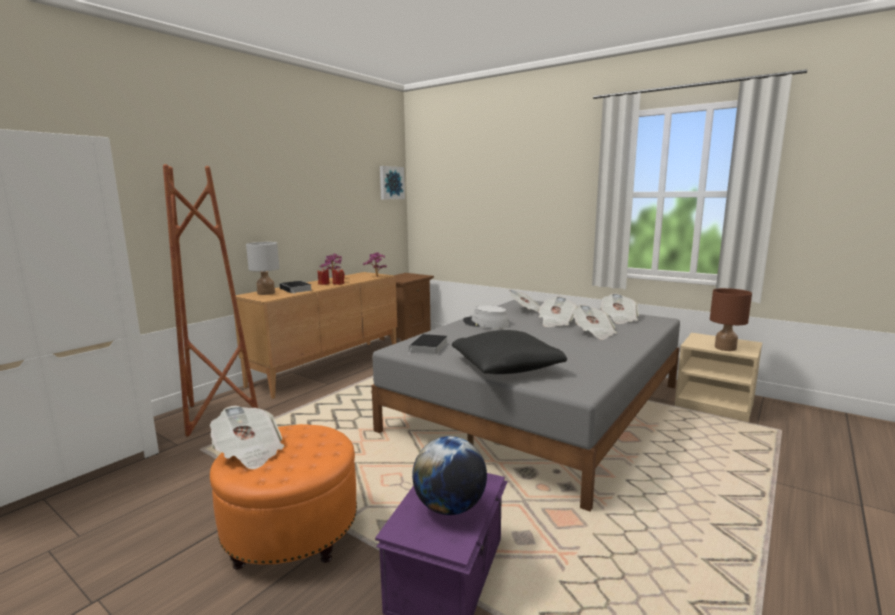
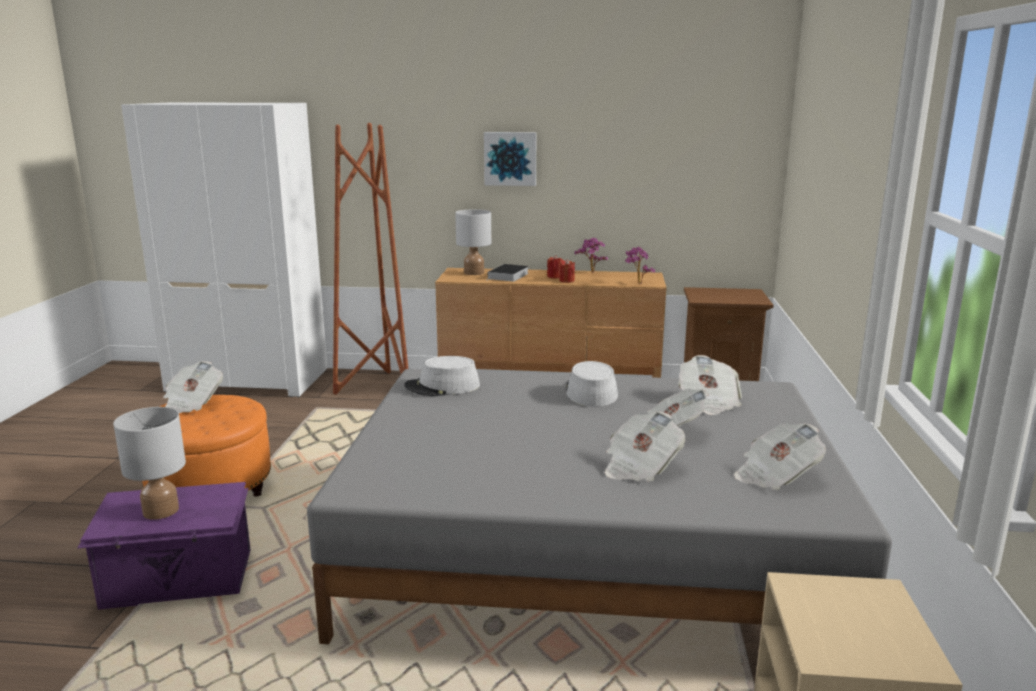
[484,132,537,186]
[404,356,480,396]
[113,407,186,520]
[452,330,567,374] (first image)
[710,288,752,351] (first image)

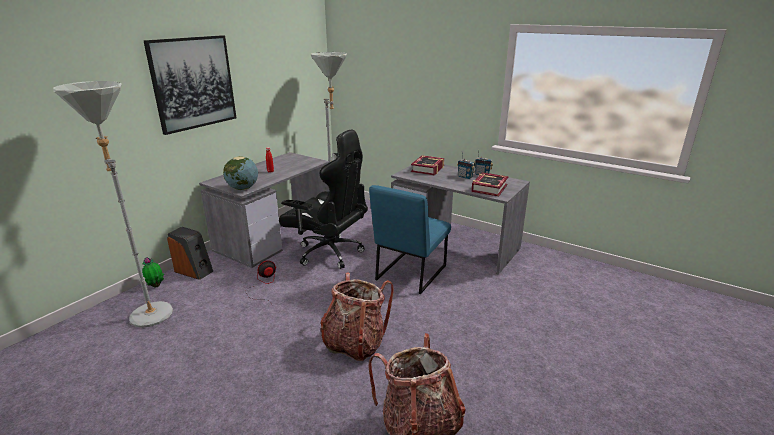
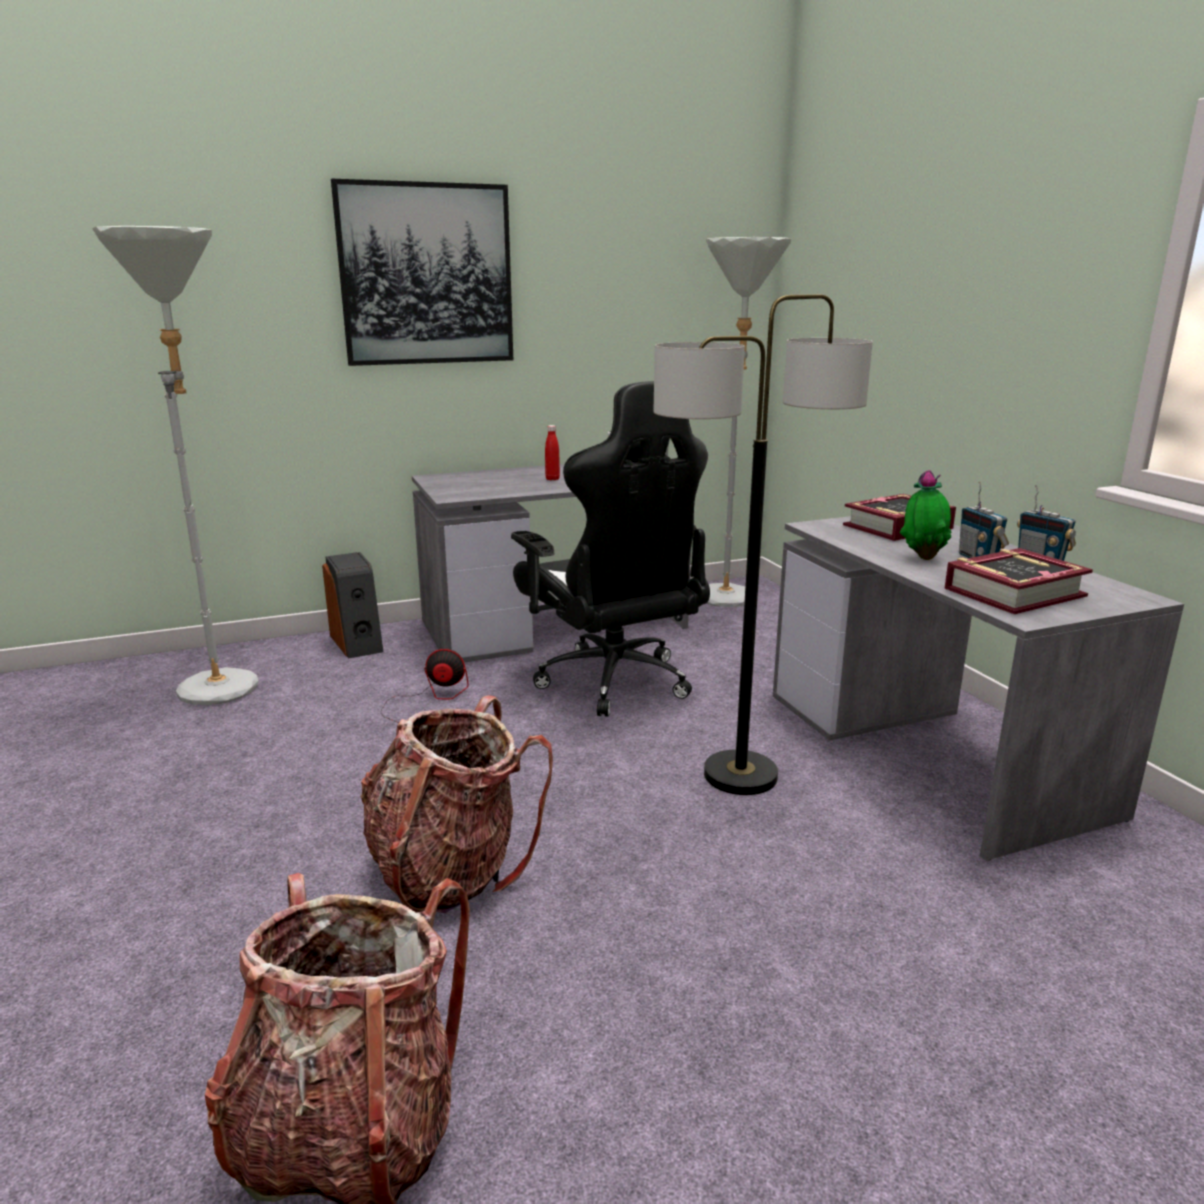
[899,470,951,560]
[223,156,258,190] (first image)
[653,294,873,795]

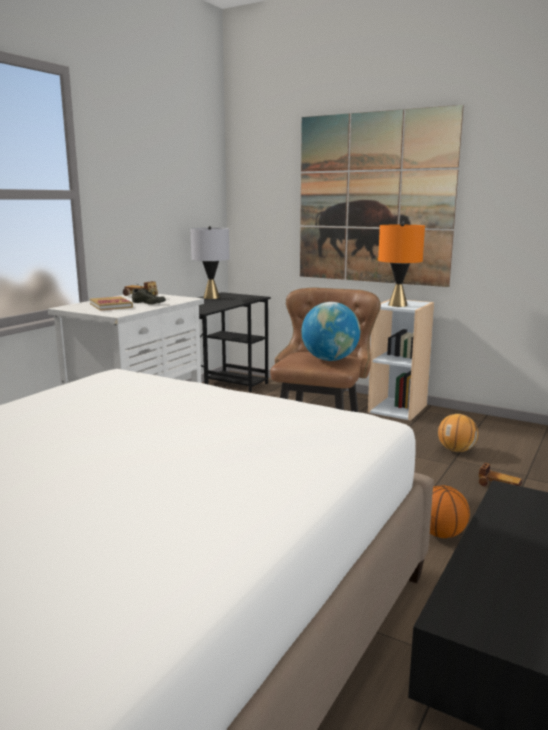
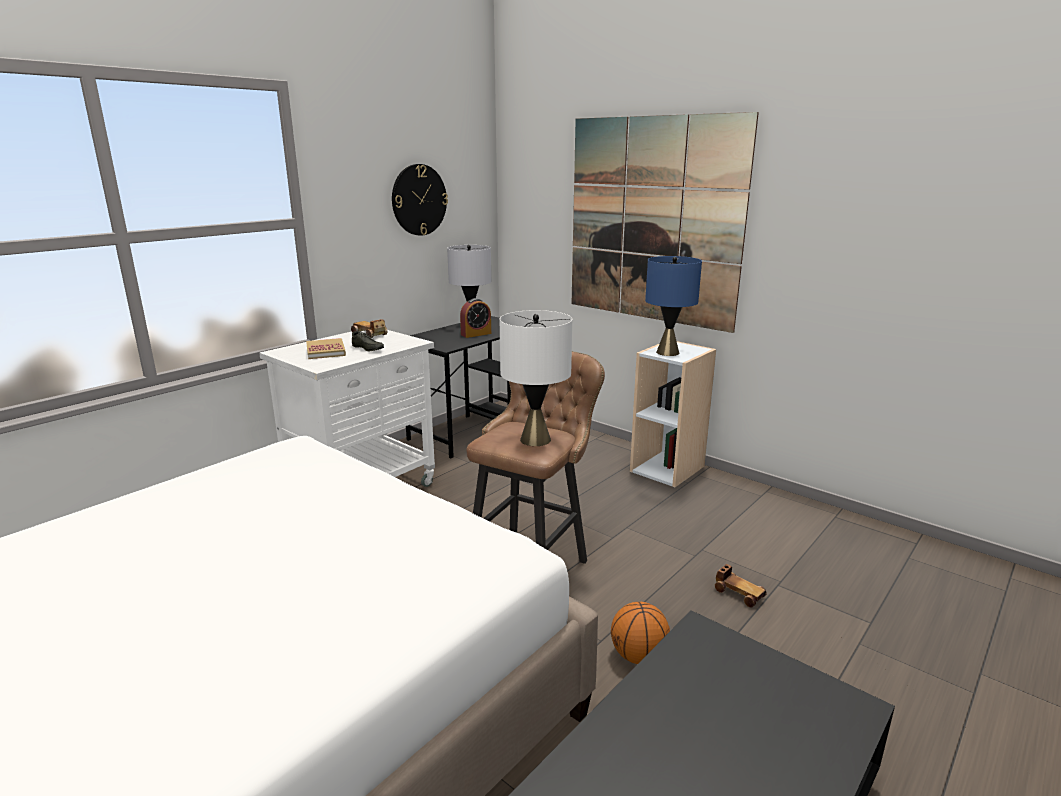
[500,310,572,446]
[645,256,702,356]
[438,414,478,452] (first image)
[392,164,448,236]
[460,298,491,338]

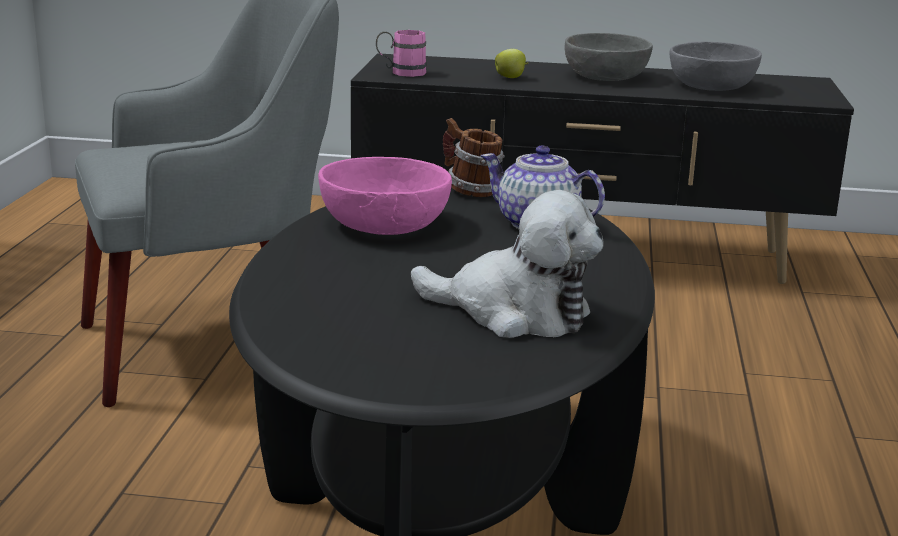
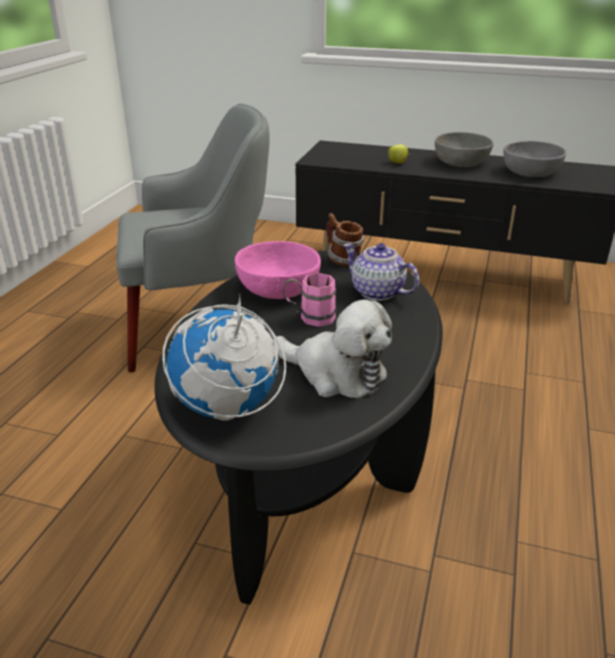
[283,273,336,327]
[162,295,286,421]

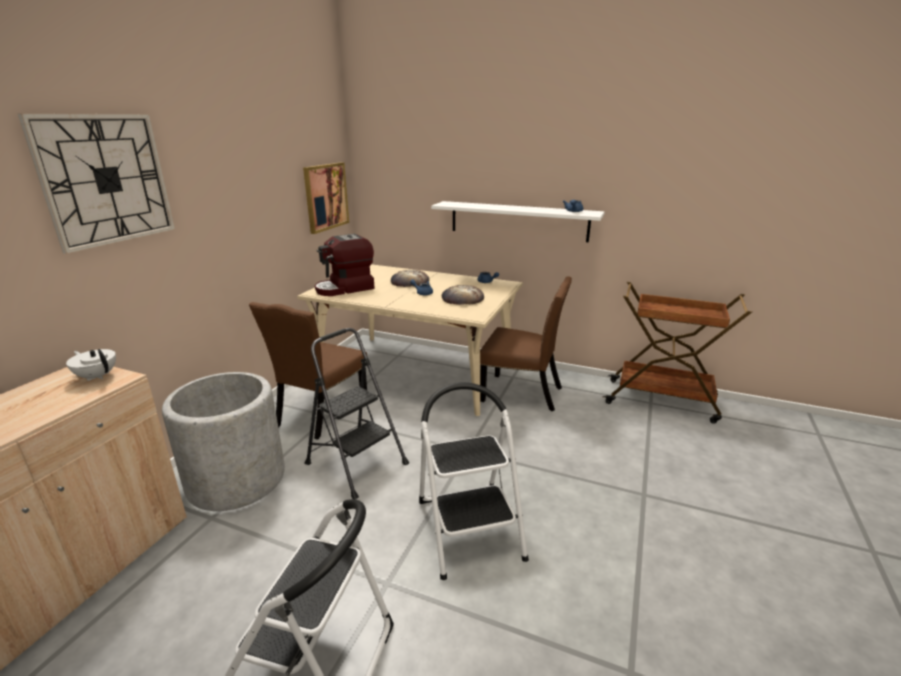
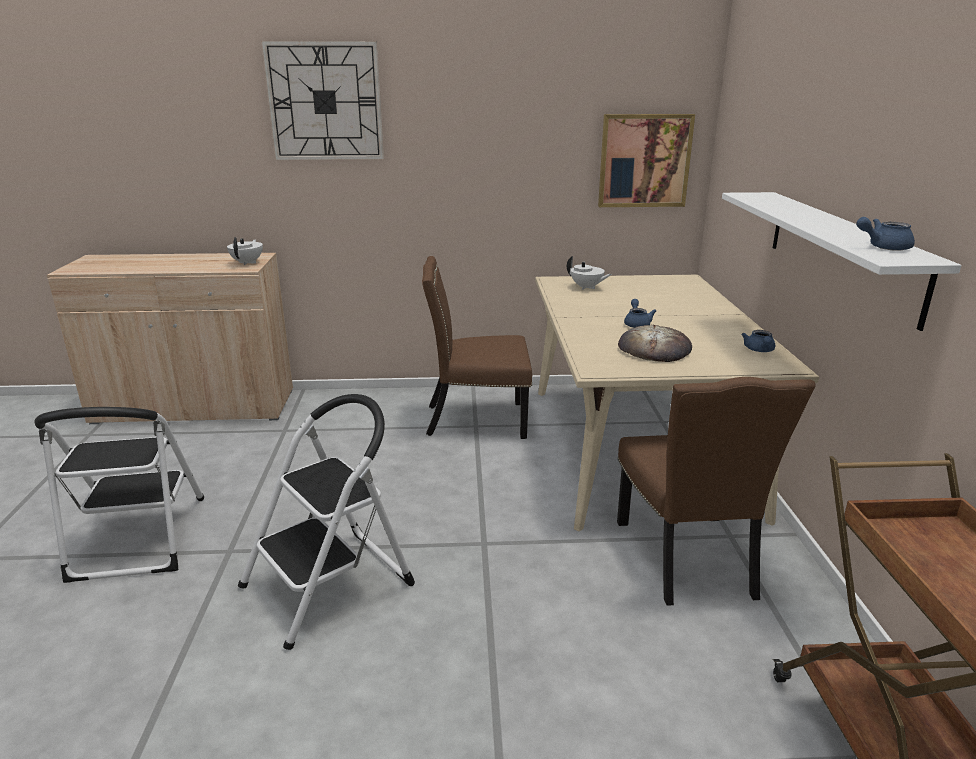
[162,372,285,511] (first image)
[304,328,409,499] (first image)
[567,256,612,290]
[391,270,429,287] (first image)

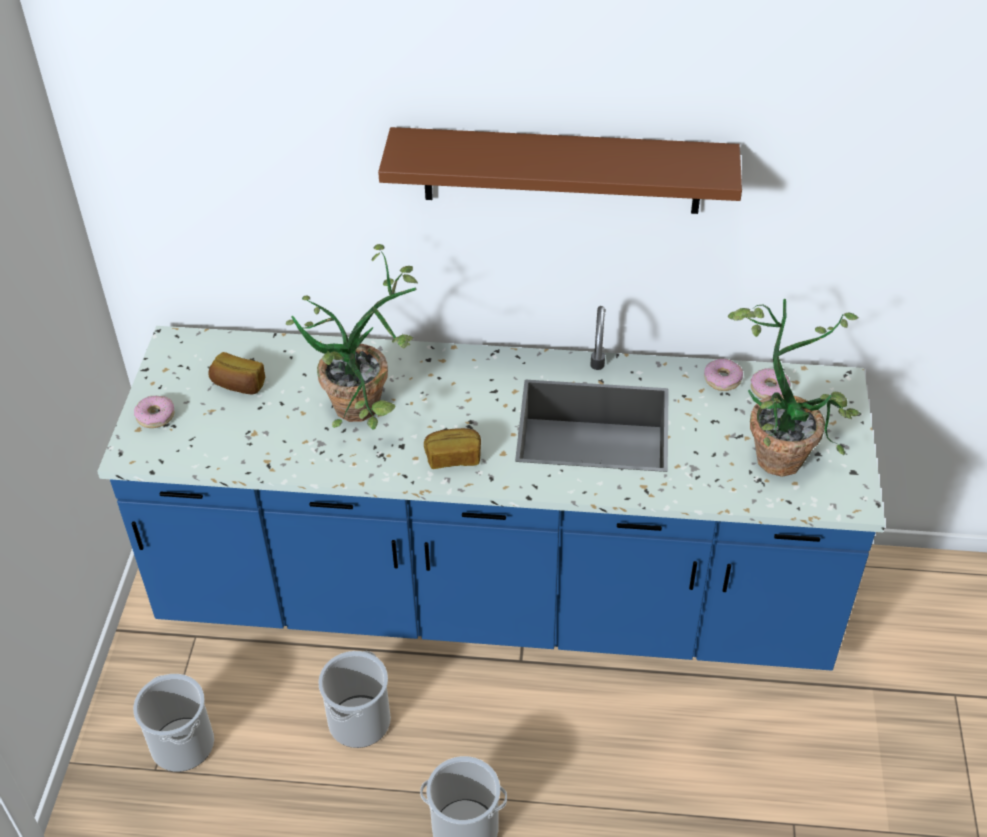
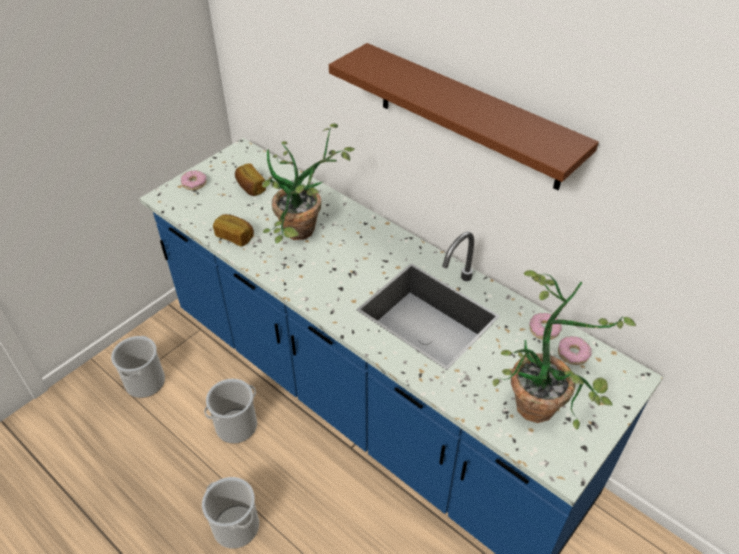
[213,214,254,247]

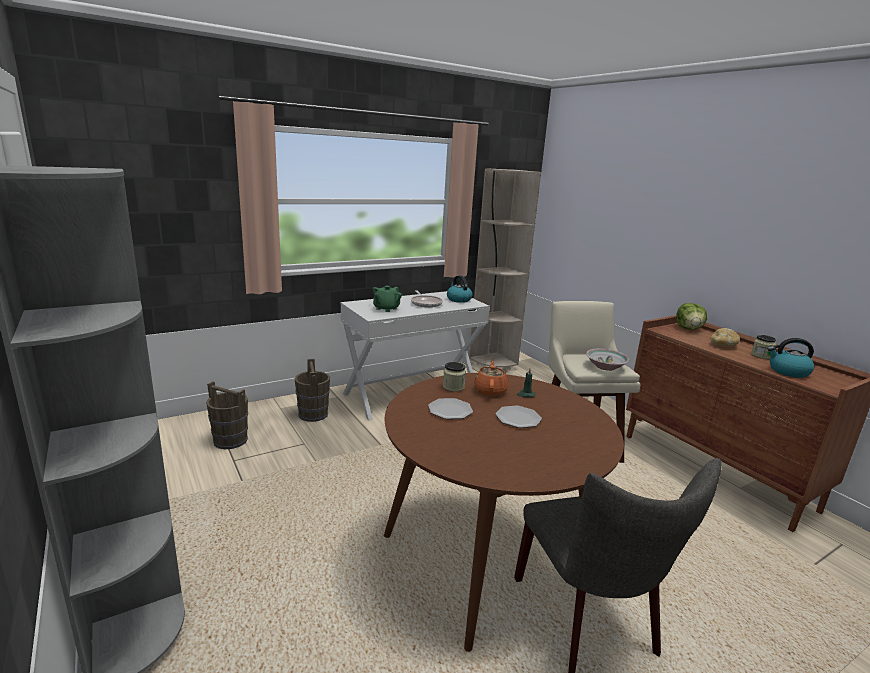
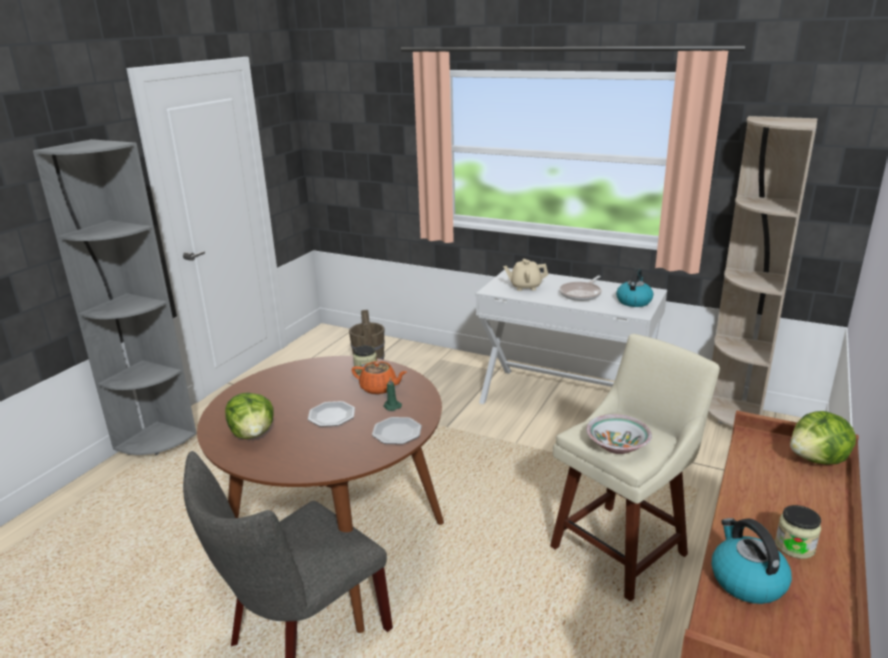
[295,359,330,422] (first image)
[503,259,548,291]
[372,417,422,444]
[352,361,407,394]
[710,328,740,347] (first image)
[225,392,274,439]

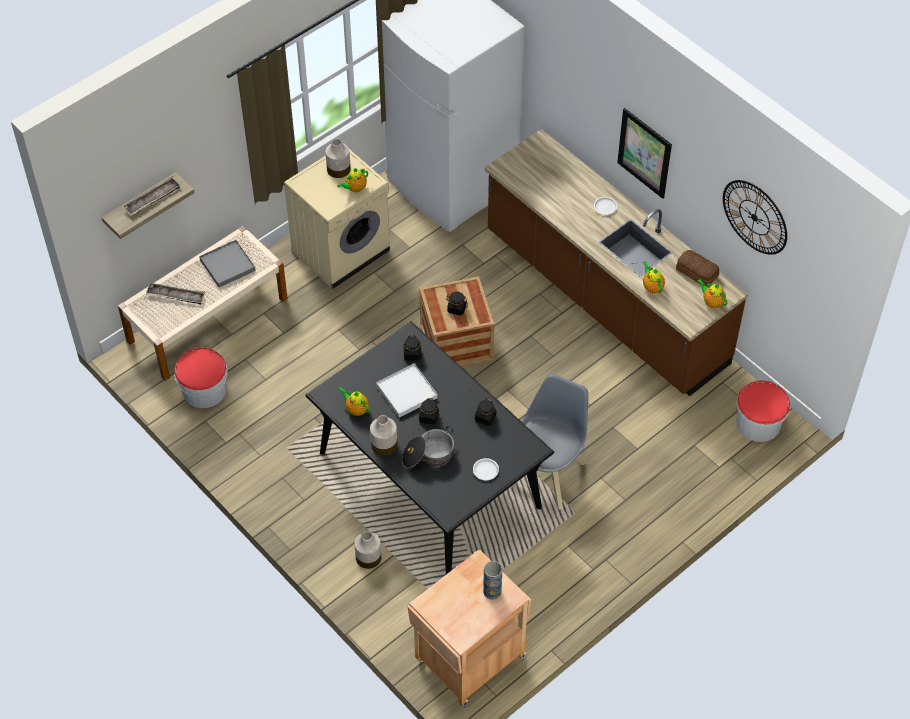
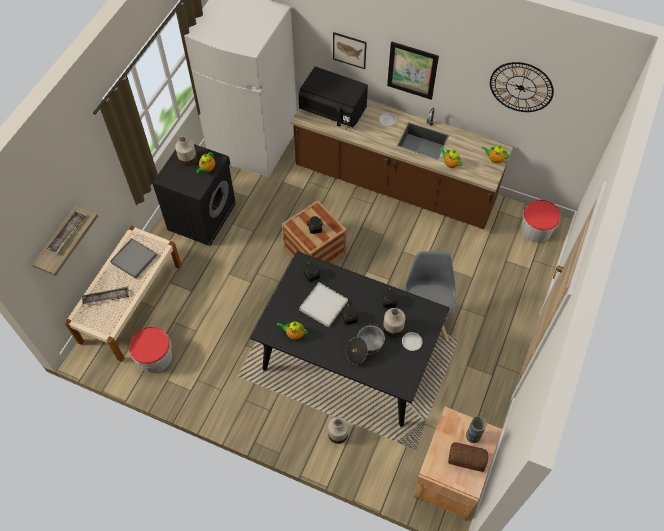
[152,144,236,246]
[383,308,405,337]
[448,443,488,472]
[298,66,368,127]
[333,32,367,69]

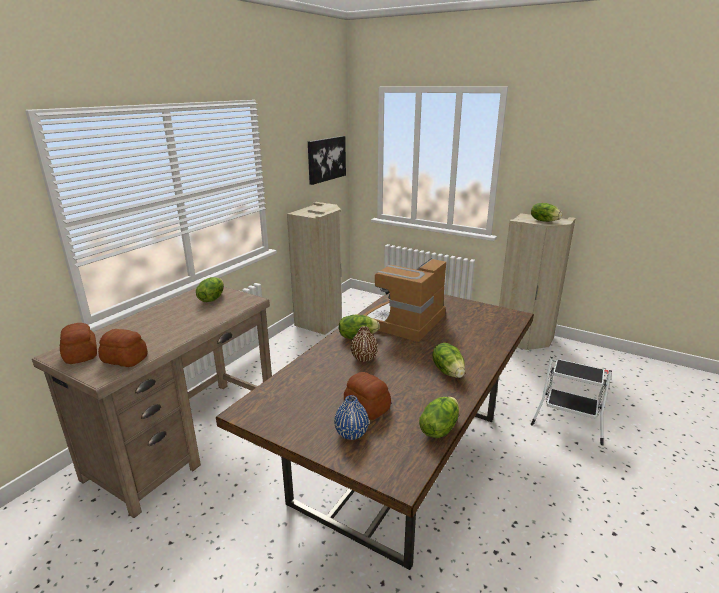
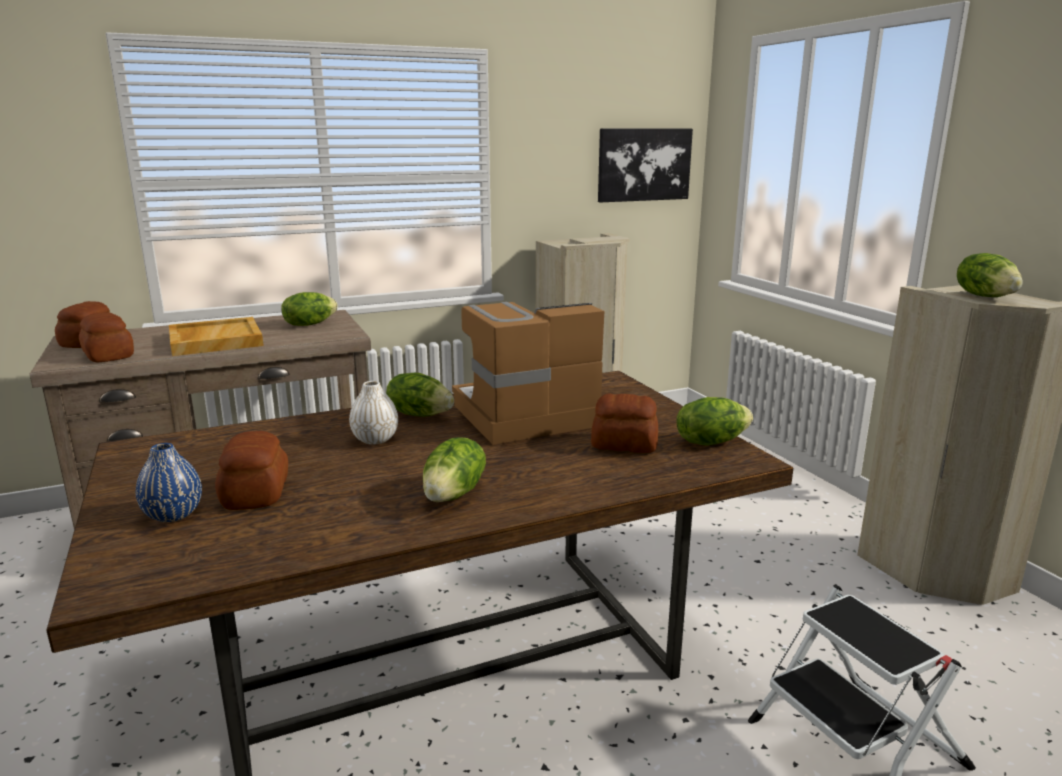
[349,381,398,445]
[676,397,753,446]
[169,317,264,356]
[591,393,658,453]

